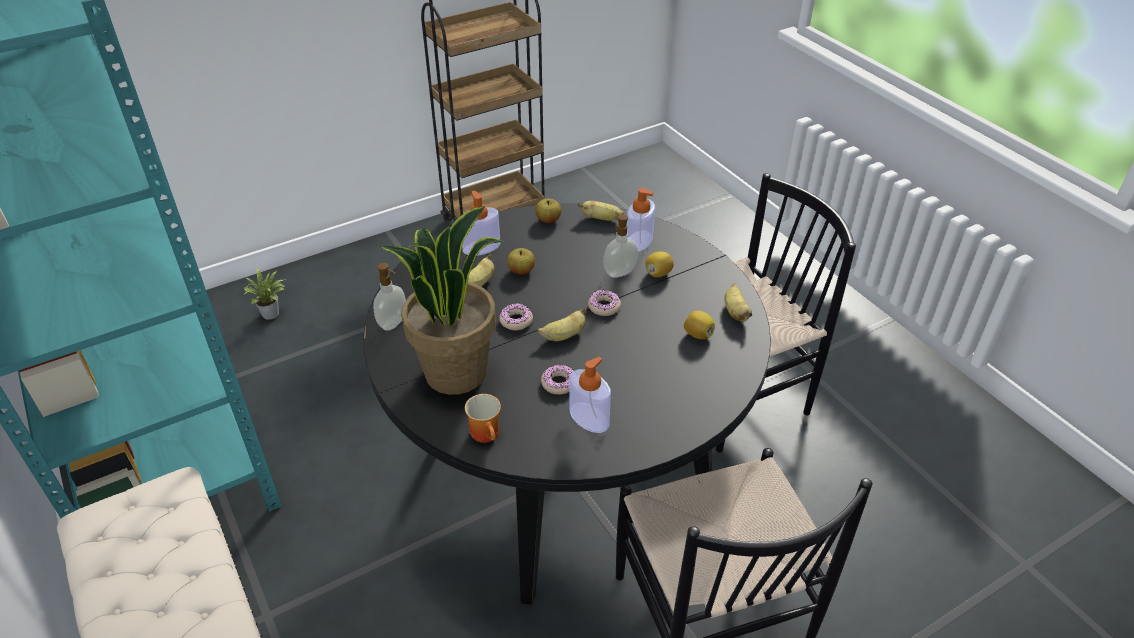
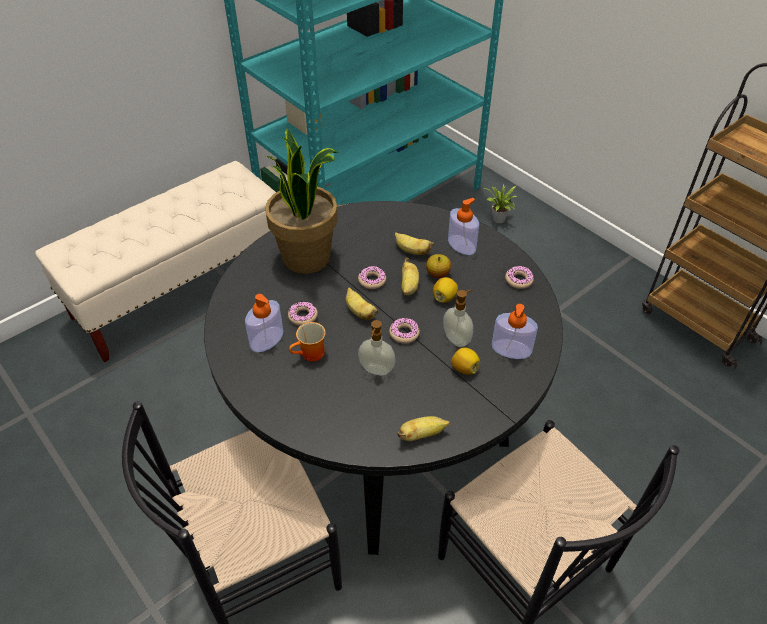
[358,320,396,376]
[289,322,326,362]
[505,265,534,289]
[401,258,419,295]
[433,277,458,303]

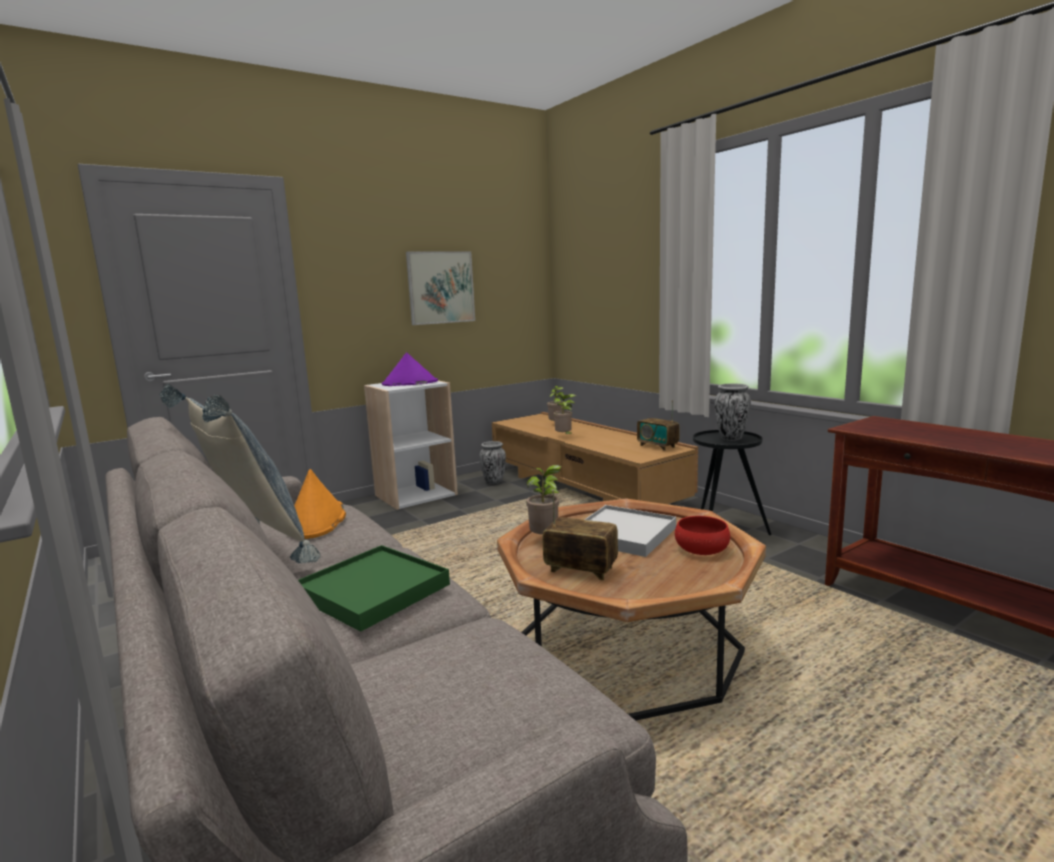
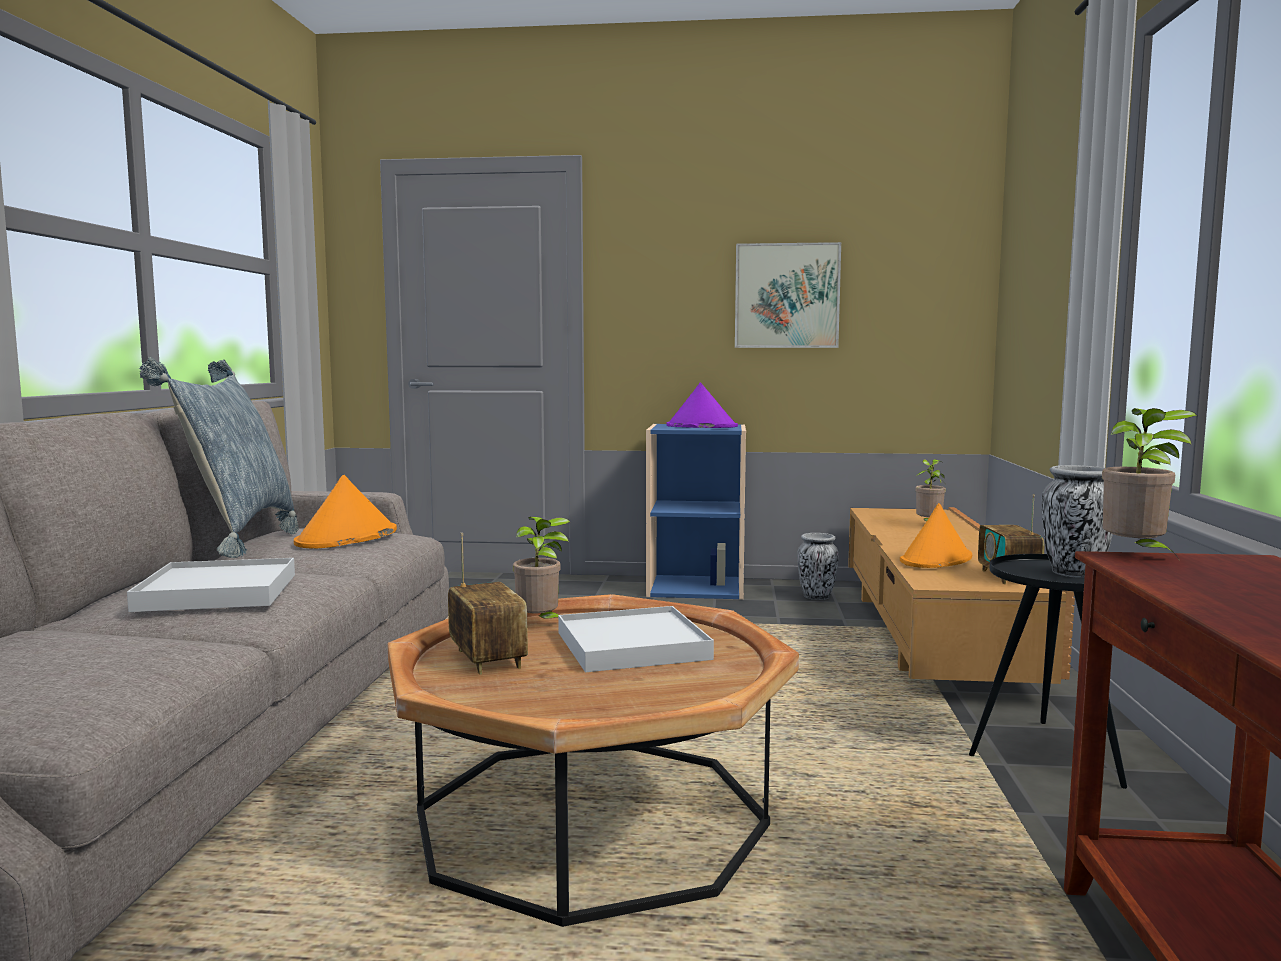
[127,558,295,612]
[646,424,746,599]
[1102,408,1197,558]
[675,516,730,555] (first image)
[900,503,972,568]

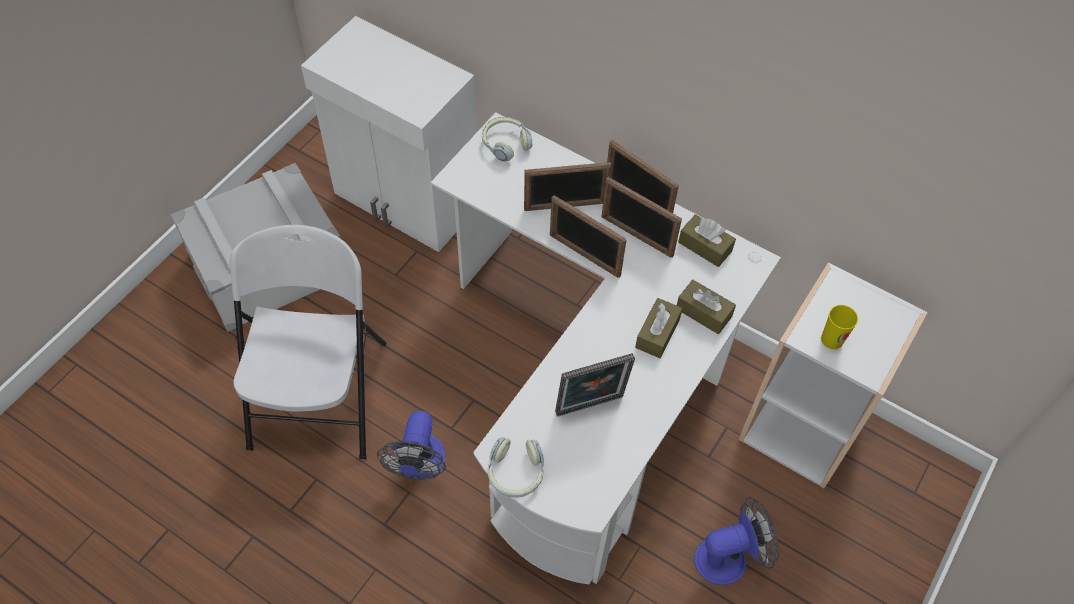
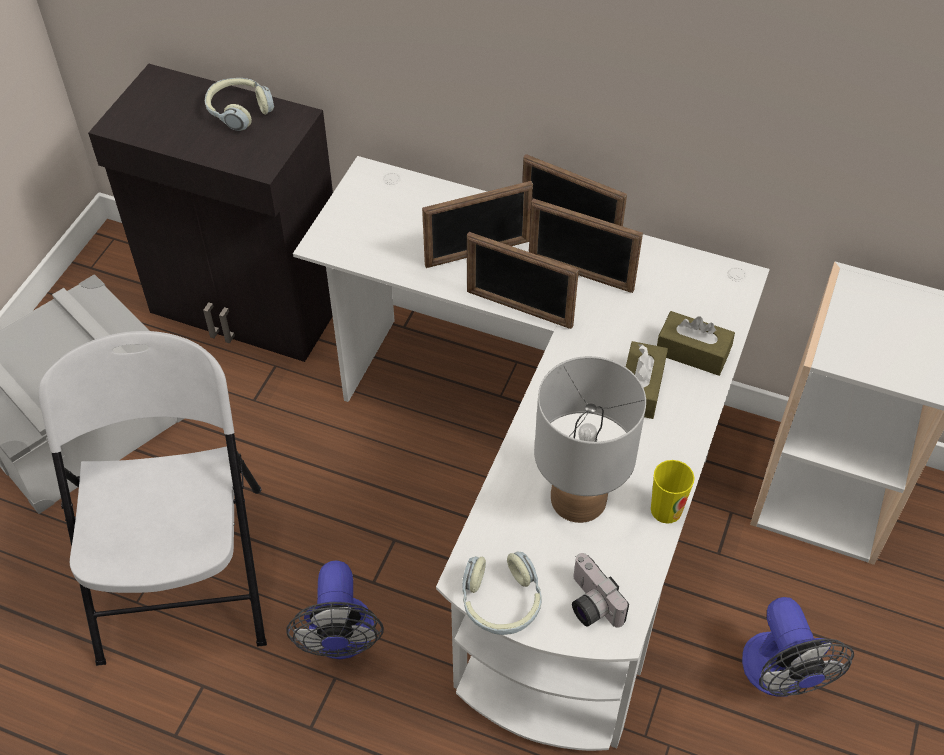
[88,64,333,362]
[205,78,274,131]
[534,356,646,523]
[678,214,736,267] (first image)
[742,597,854,696]
[651,460,695,524]
[572,553,629,628]

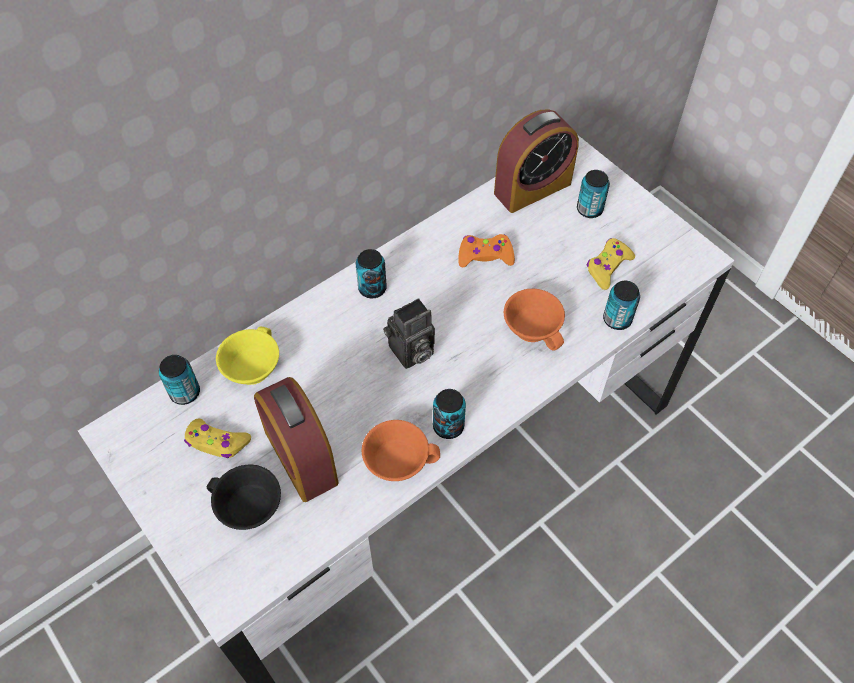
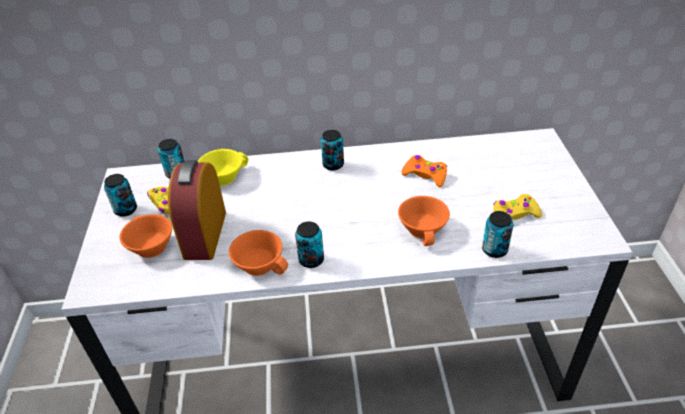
[120,214,172,258]
[383,298,435,369] (first image)
[494,109,579,213] (first image)
[104,174,137,217]

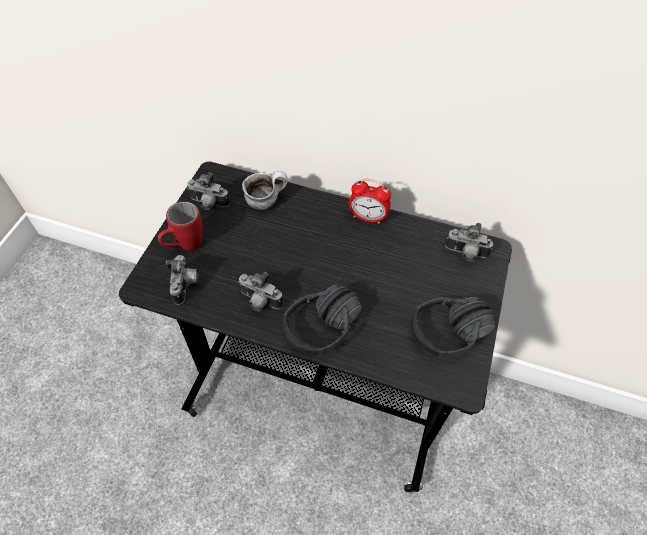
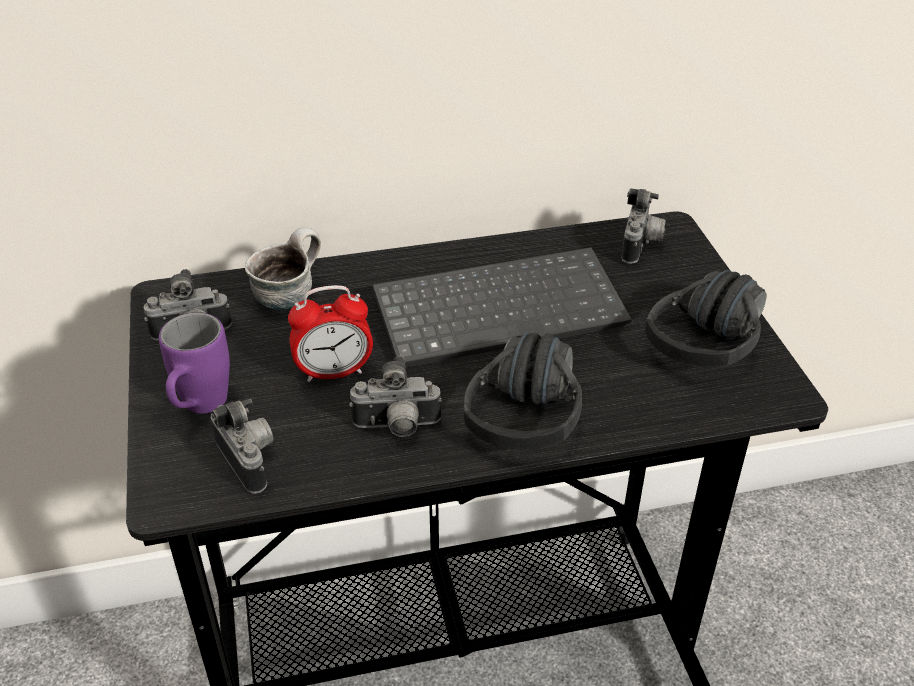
[159,312,230,414]
[288,285,373,382]
[621,188,666,264]
[373,247,632,367]

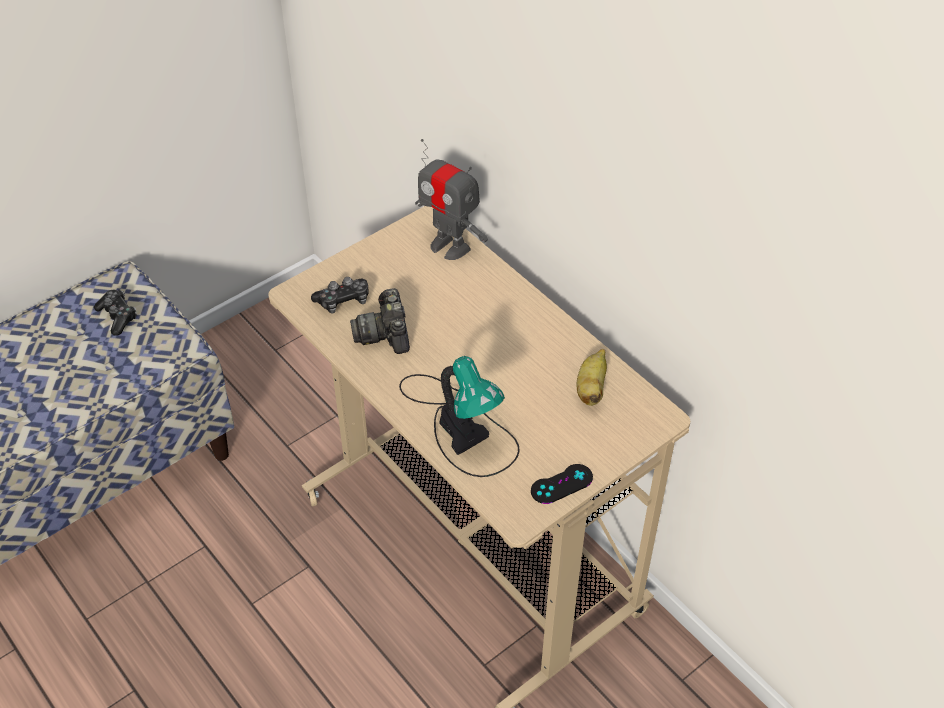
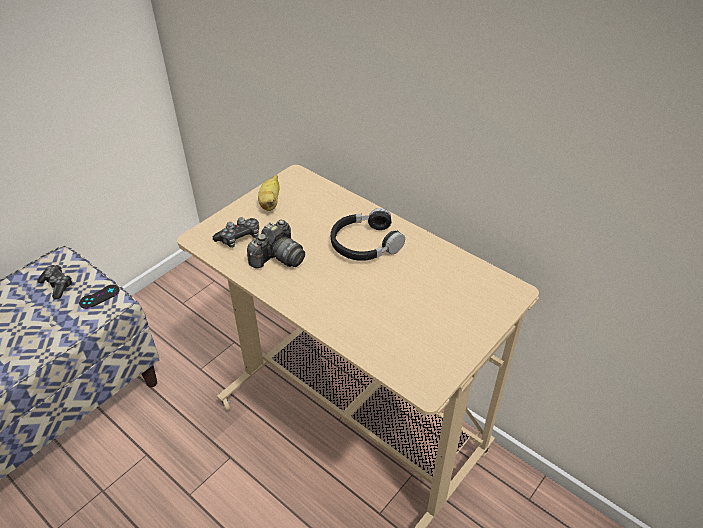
[247,220,305,268]
[399,356,520,477] (first image)
[415,139,488,260] (first image)
[79,285,120,309]
[258,175,280,211]
[331,208,405,261]

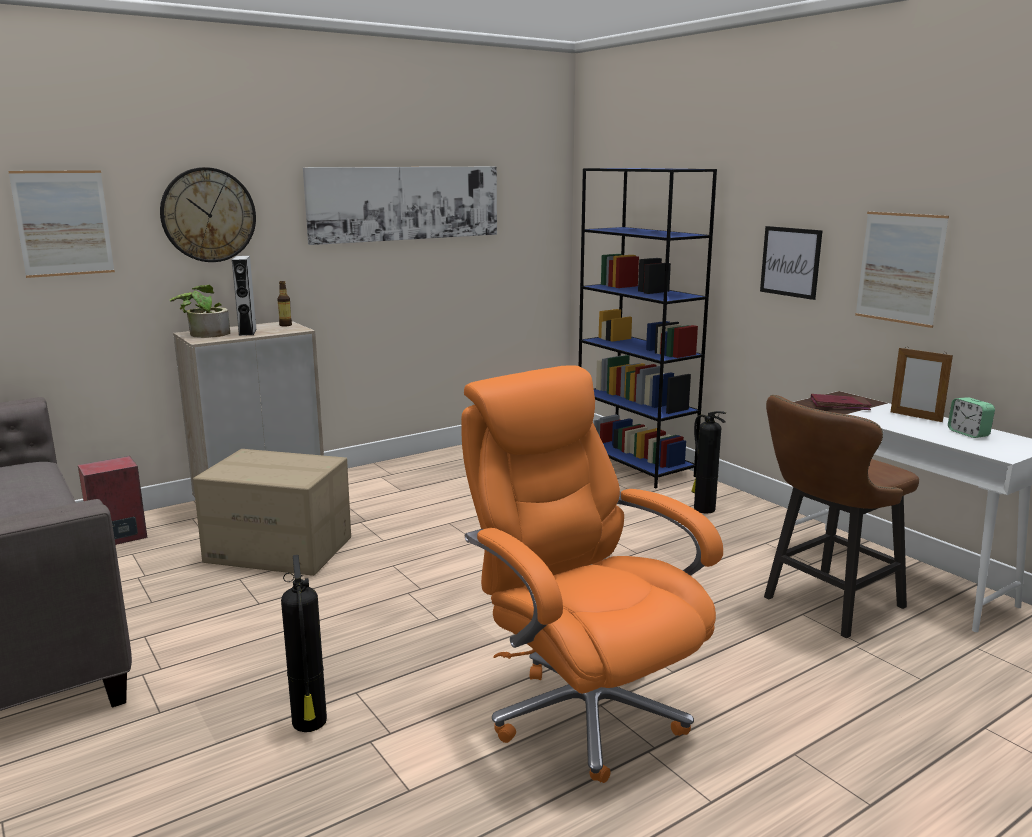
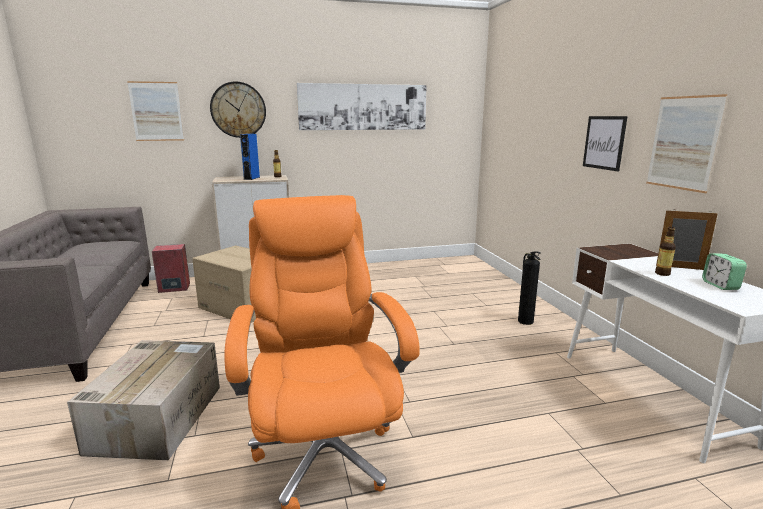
[170,285,230,338] (first image)
[240,134,260,180]
[67,340,220,460]
[579,168,717,488] (first image)
[764,395,919,638] (first image)
[811,394,872,410] (first image)
[656,210,718,270]
[655,227,676,276]

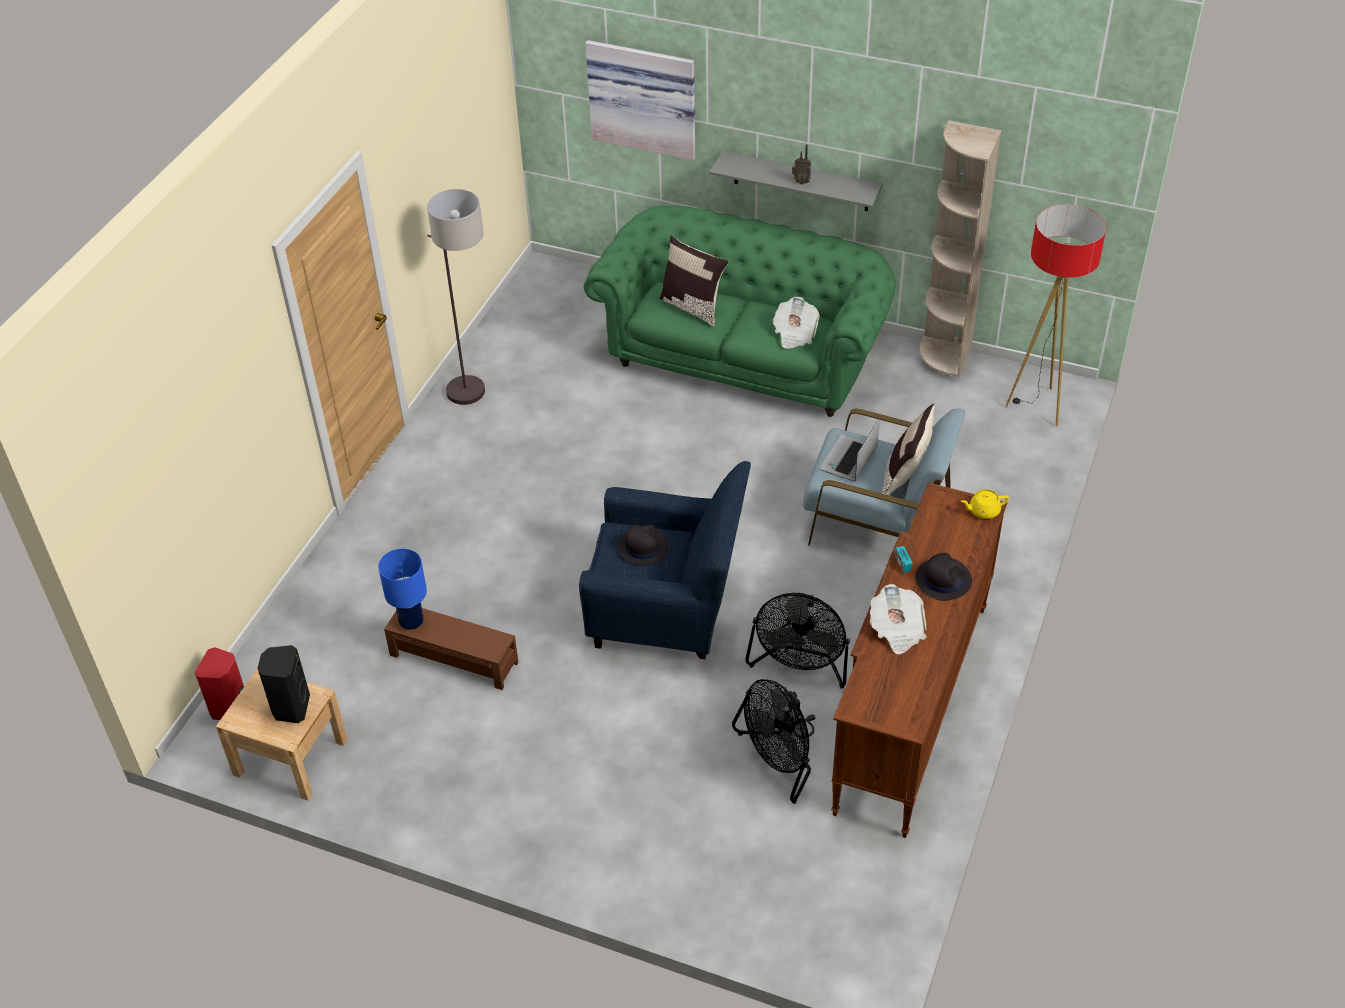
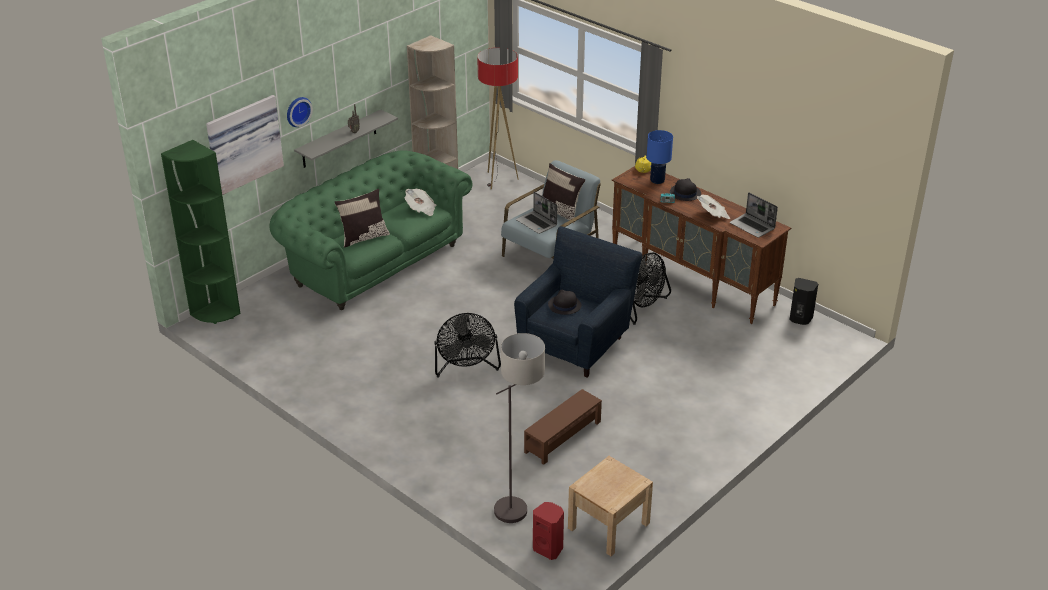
[789,278,818,325]
[647,130,673,184]
[494,333,545,523]
[434,312,501,378]
[161,140,241,324]
[287,97,313,127]
[730,192,778,238]

